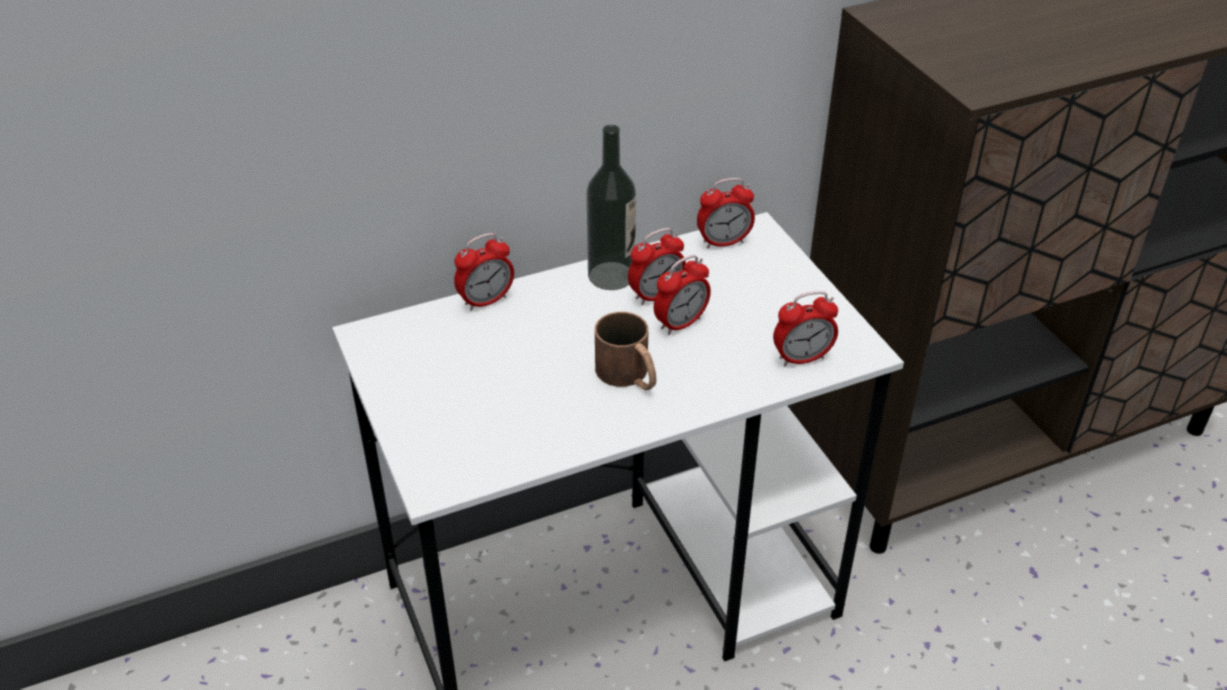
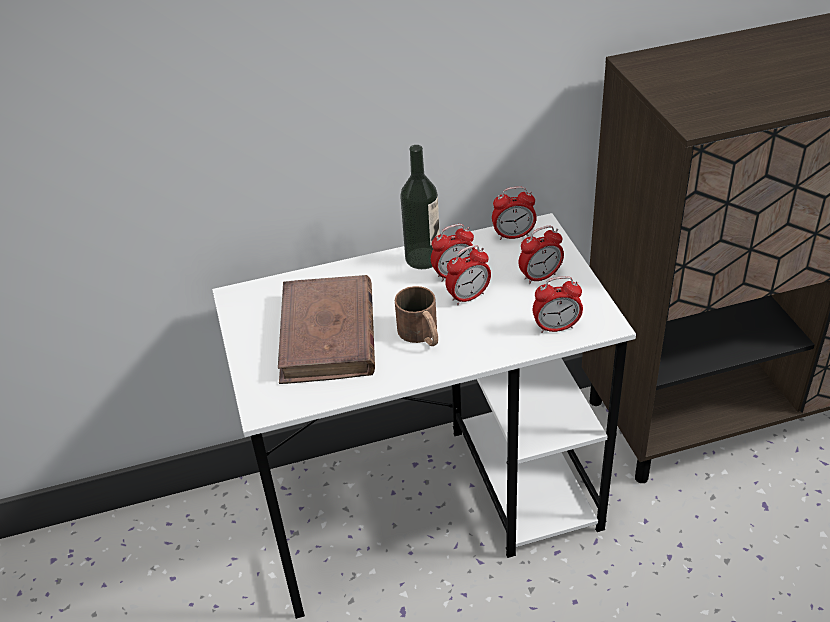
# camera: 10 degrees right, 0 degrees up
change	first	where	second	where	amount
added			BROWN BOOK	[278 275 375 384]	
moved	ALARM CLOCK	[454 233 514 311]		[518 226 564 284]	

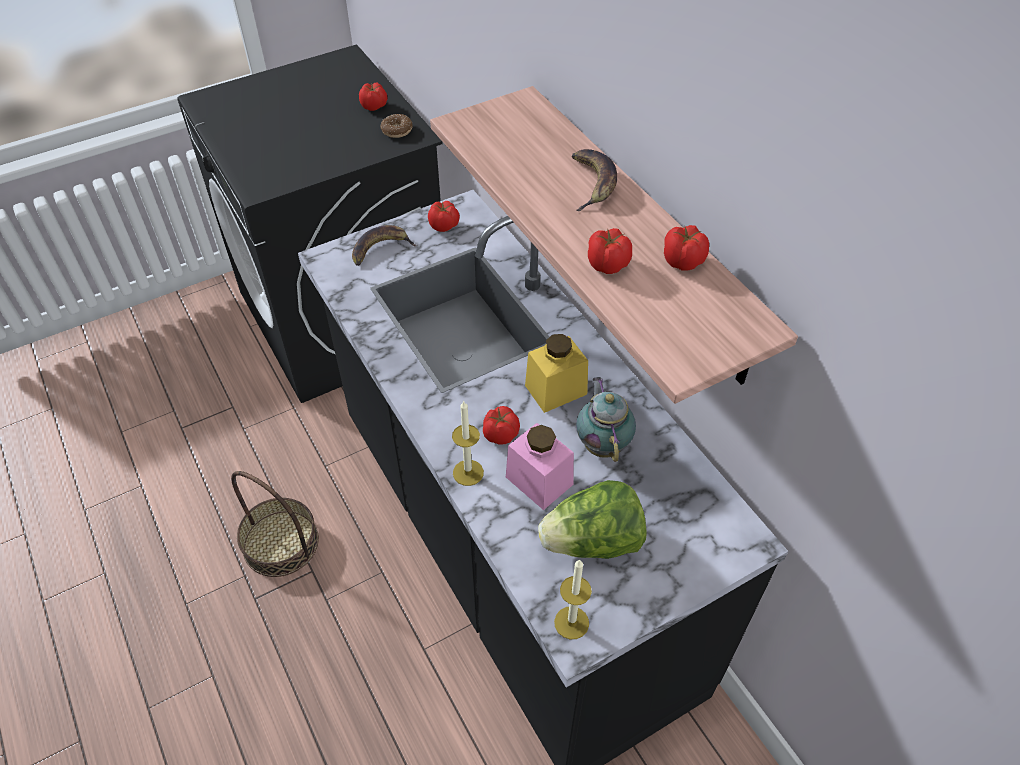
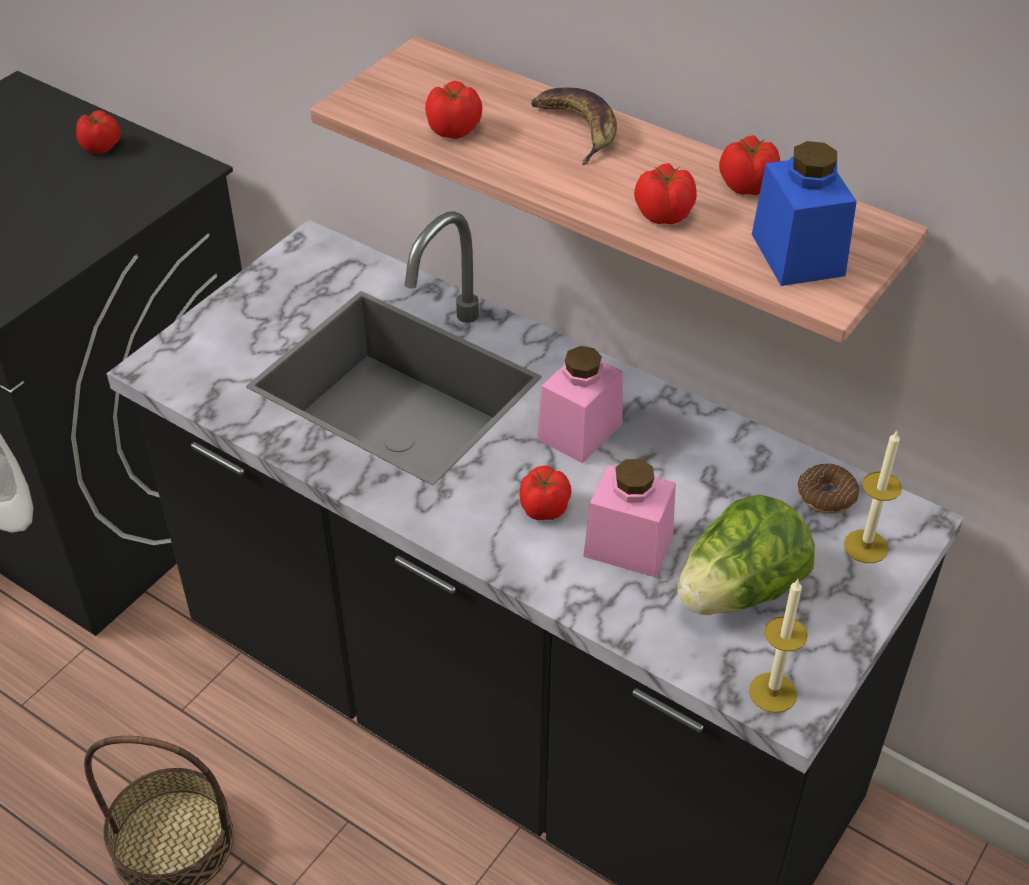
# camera: 25 degrees left, 5 degrees down
change	first	where	second	where	amount
removed	WHOLE BANANA	[352 225 417 266]			
removed	TEA POT	[576 377 636 462]			
added			BLUE-COLOURED STORAGE JAR	[752 141 857 286]	
moved	DOUGHNUT	[380 114 413 138]		[798 463 859 514]	
moved	TOMATO	[428 201 460 232]		[425 81 482 139]	
moved	WAX LIGHT	[452 400 484 486]		[844 430 902 563]	
recoloured	YELLOW-COLOURED STORAGE JAR	[525 334 588 413]	PINKISH STORAGE JAR	[537 346 623 464]	

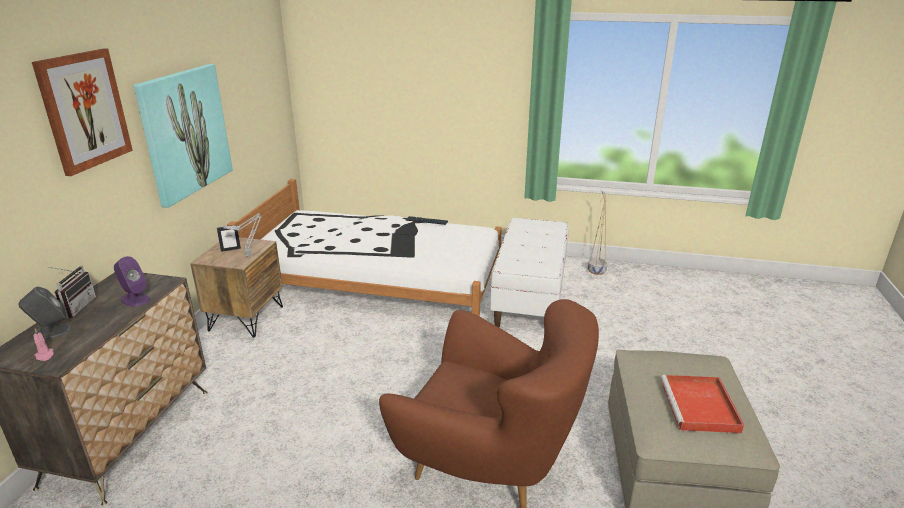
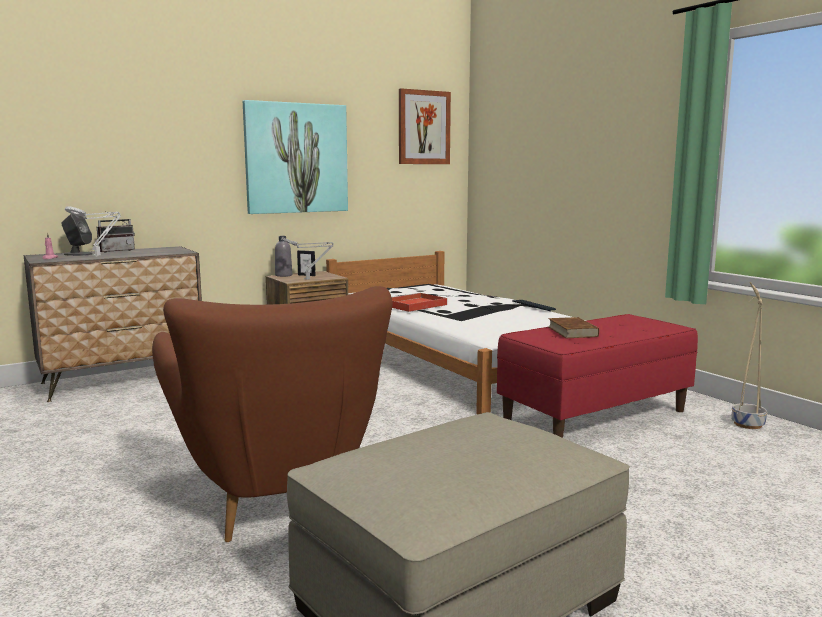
# camera: 45 degrees right, 15 degrees down
change	first	where	second	where	amount
removed	PURPLE AUDIO SPEAKER	[114 256 150 307]			
added			WHITE-COLOURED TABLETOP LAMP	[65 206 121 256]	
added			GREYISH BEVERAGE BOTTLE	[275 236 292 277]	
added			BROWN BOOK	[548 317 599 338]	
moved	WALL ART	[32 48 133 176]		[399 88 451 164]	
moved	RED SERVING TRAY	[661 375 744 433]		[392 293 447 312]	
recoloured	WHITE-COLOURED BENCH	[490 218 569 327]	RED BENCH	[497 314 698 438]	

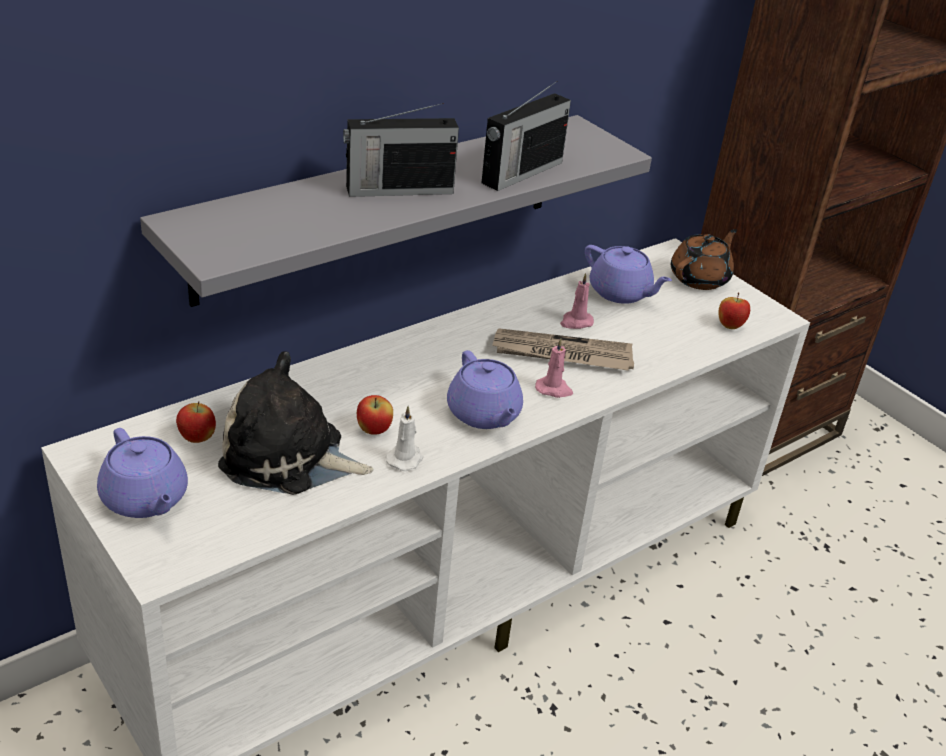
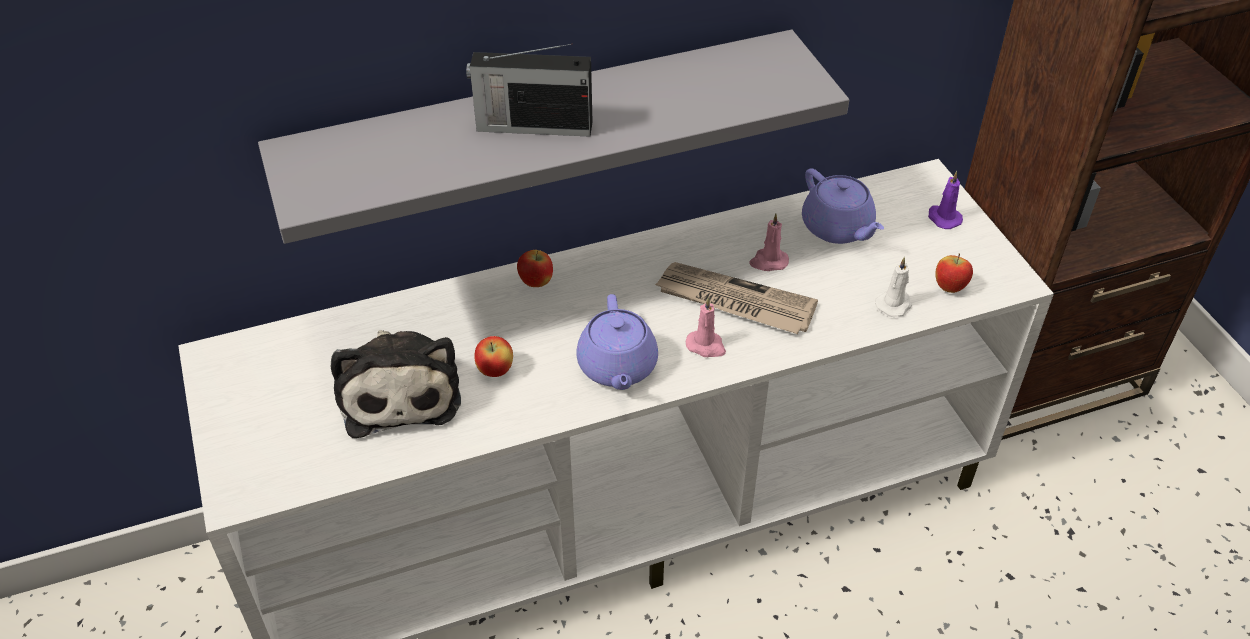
# camera: 20 degrees right, 10 degrees up
change	first	where	second	where	amount
removed	PURPLE TEA POT	[97 428 188 518]			
removed	RADIO RECEIVER	[481 81 571 191]			
moved	APPLE FRUIT	[176 401 216 443]		[517 250 553 287]	
moved	WHITE-COLOURED WAX LIGHT	[385 406 423 471]		[875 257 912 317]	
replaced	BROWN TEA POT	[671 229 737 290]	PURPLE WAX LIGHT	[928 171 963 229]	
turned	SOFT TOY	[218 351 373 495]		[331 330 461 438]	135 degrees counterclockwise

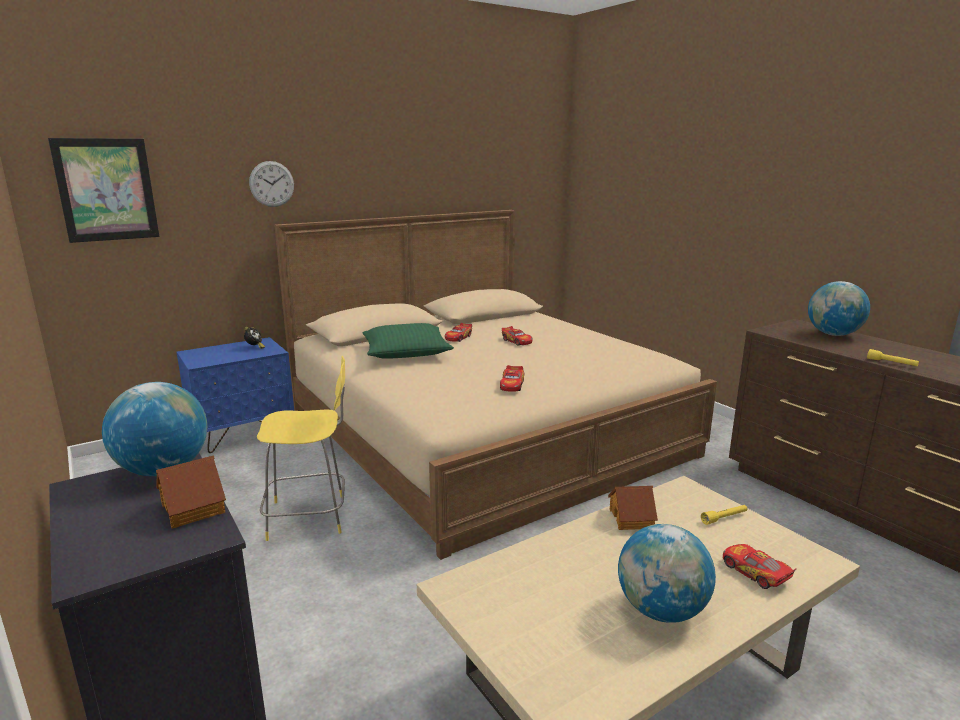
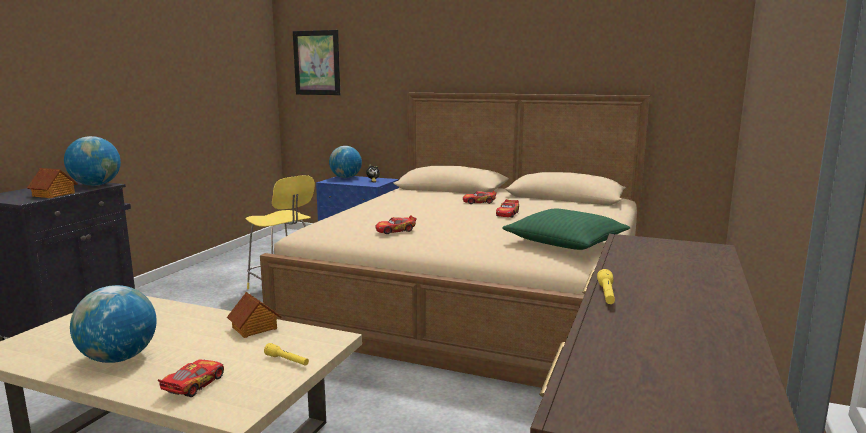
# camera: 55 degrees right, 5 degrees down
change	first	where	second	where	amount
removed	HANGING CLOCK	[249 161 294 207]			
moved	GREEN THROW PILLOW	[362 323 454 359]		[502 209 631 250]	
moved	DESK GLOBE	[808 281 870 336]		[329 146 362 178]	

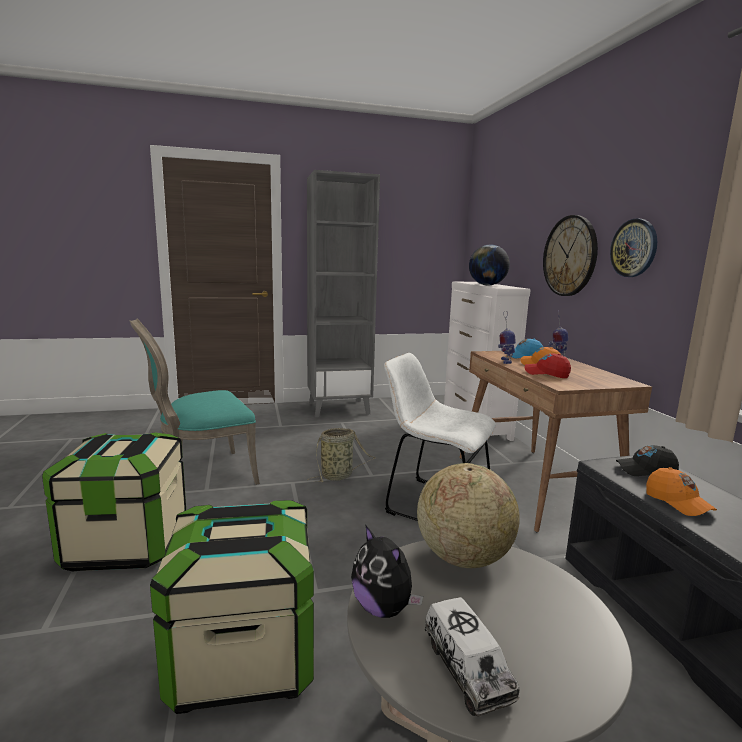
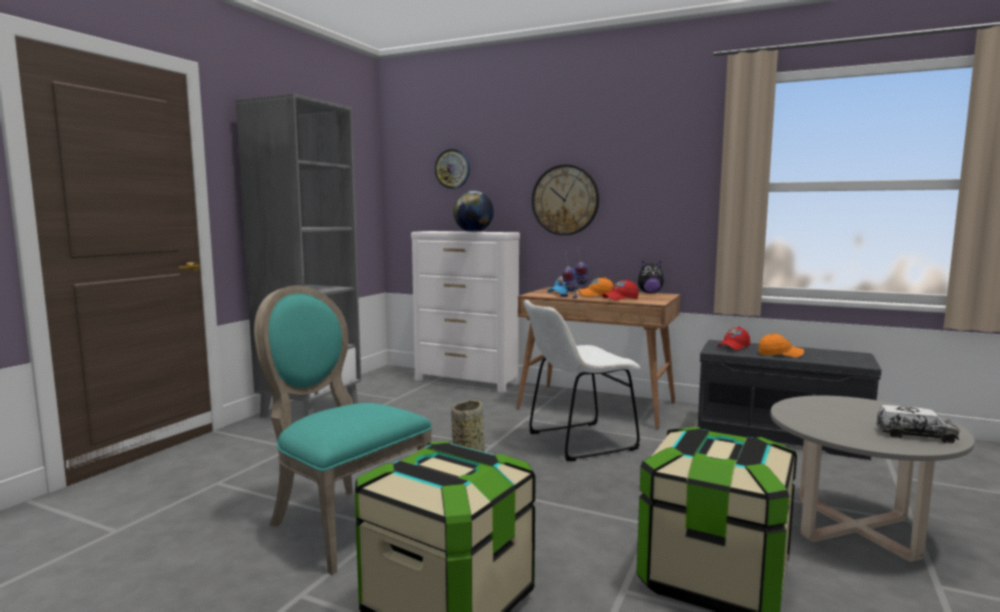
# camera: 50 degrees left, 5 degrees down
change	first	where	second	where	amount
removed	DESK GLOBE	[417 463 520 568]			
moved	SOFT TOY	[351 526 423 618]		[638 261 664 293]	
moved	HANGING CLOCK	[610 219 657 277]		[434 149 470 189]	
recoloured	BLACKISH PEAKED CAP	[616 445 679 476]	RED PEAKED CAP	[717 327 750 351]	
turned	TURQUOISE PLAIN CHAIR	[129 318 260 485]		[254 285 432 575]	120 degrees clockwise

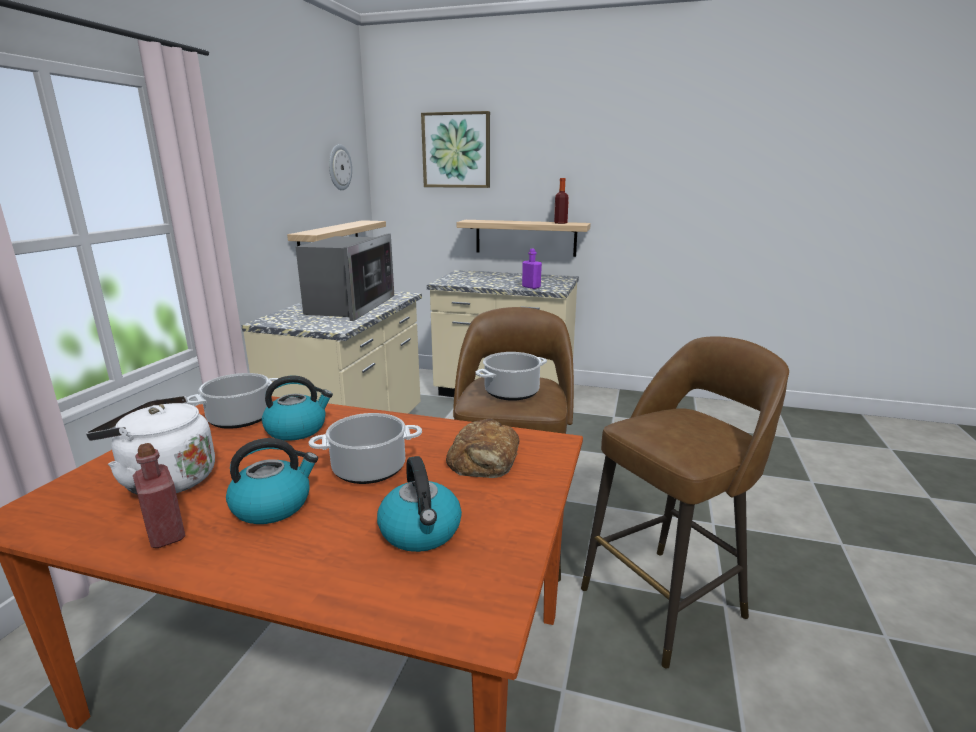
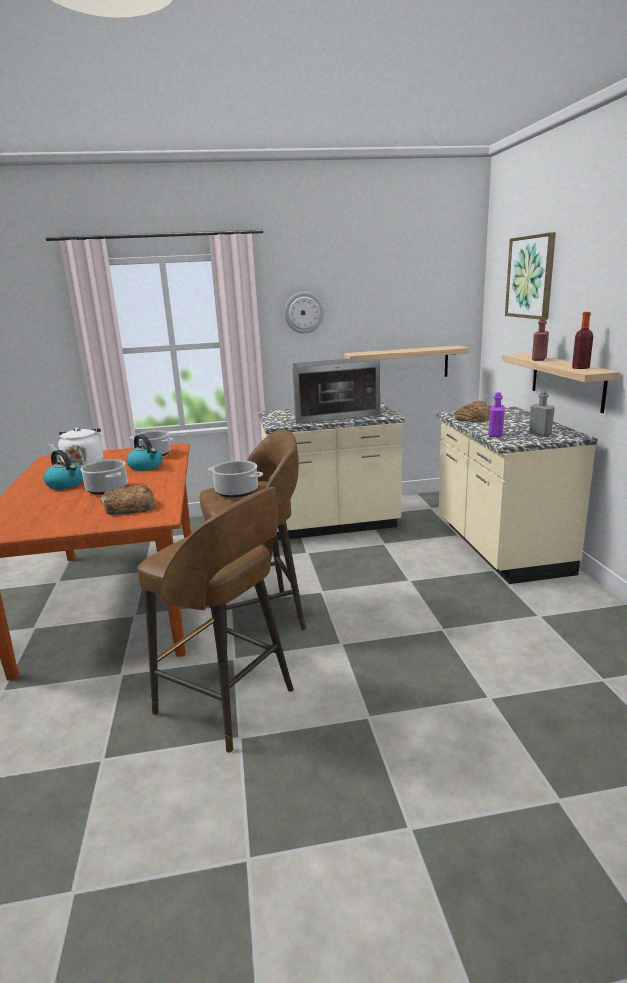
# camera: 65 degrees right, 0 degrees up
change	first	where	second	where	amount
removed	WATER KETTLE	[377 456 462 552]			
added			BAKED BREAD	[455 401 491 422]	
added			GREYISH BEVERAGE BOTTLE	[529 391 555 436]	
moved	RED BEVERAGE BOTTLE	[133 443 186 548]		[532 318 549 361]	
moved	HANGING CLOCK	[329 144 352 190]		[284 292 324 334]	

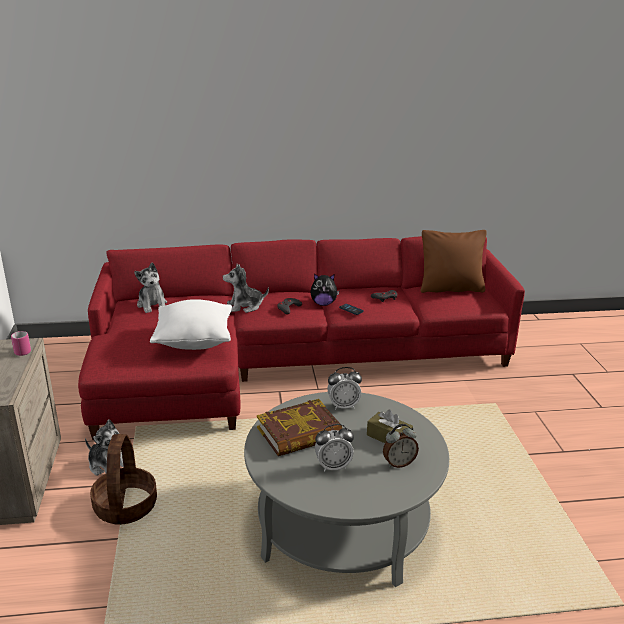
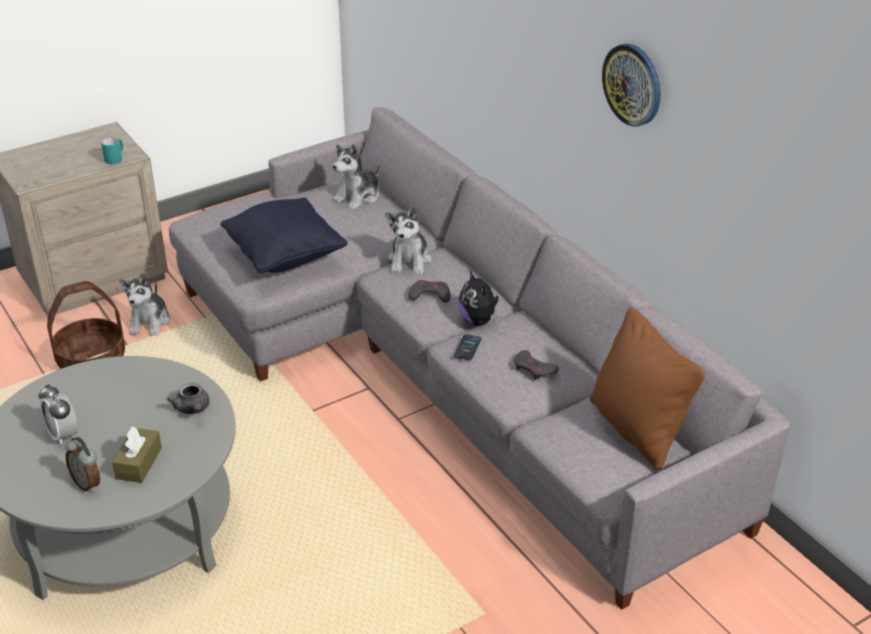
# camera: 65 degrees right, 10 degrees up
change	first	where	second	where	amount
removed	BOOK	[257 399 342 456]			
added			HANGING CLOCK	[602 43 661 127]	
replaced	ALARM CLOCK	[327 367 362 410]	GREYISH TEA POT	[167 383 210 414]	
recoloured	PINKISH MUG	[11 331 31 356]	TURQUOISE MUG	[101 137 123 164]	
recoloured	RED SETTEE	[78 236 525 440]	GREYISH SETTEE	[169 107 790 609]	
recoloured	WHITE-COLOURED THROW PILLOW	[150 299 232 350]	BLACKISH THROW PILLOW	[220 197 348 273]	
turned	SOFT TOY	[222 264 269 313]		[385 206 431 275]	135 degrees counterclockwise

